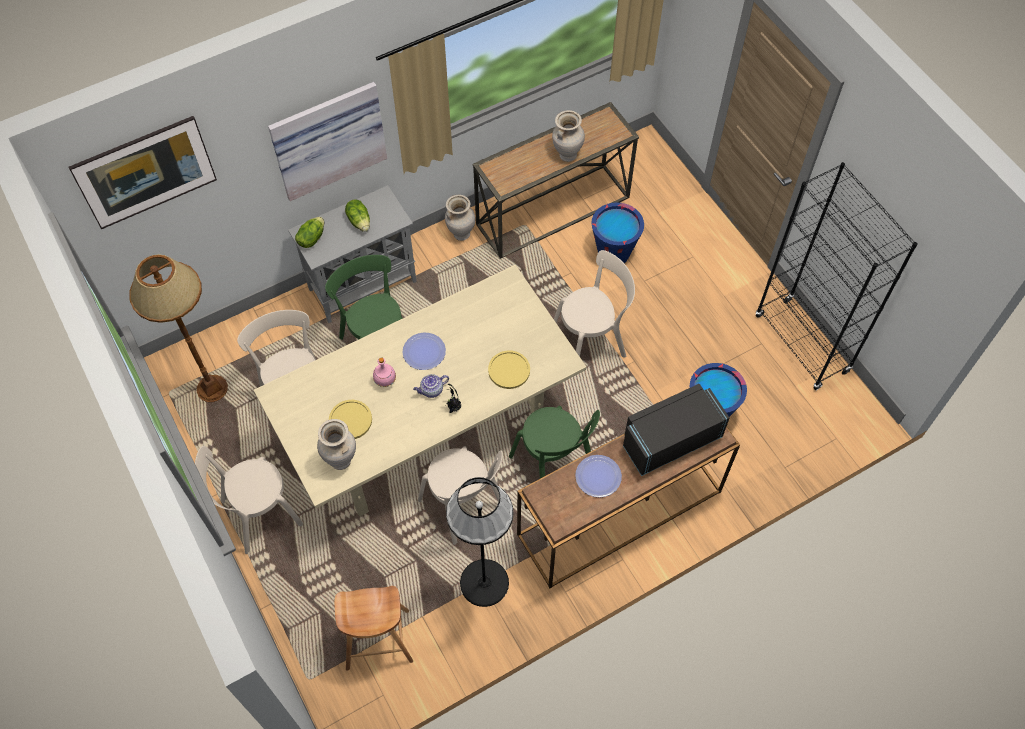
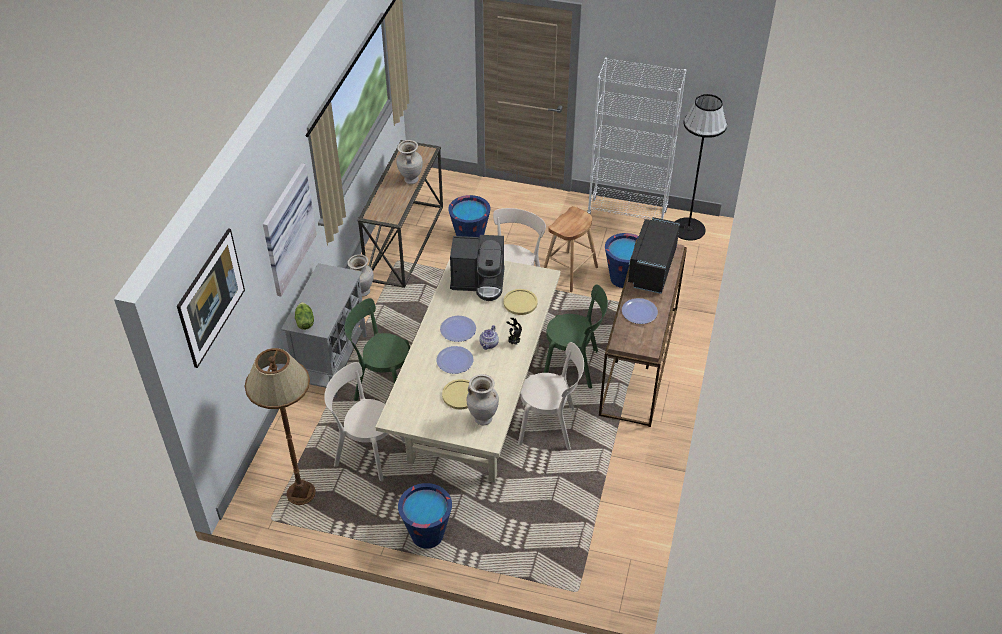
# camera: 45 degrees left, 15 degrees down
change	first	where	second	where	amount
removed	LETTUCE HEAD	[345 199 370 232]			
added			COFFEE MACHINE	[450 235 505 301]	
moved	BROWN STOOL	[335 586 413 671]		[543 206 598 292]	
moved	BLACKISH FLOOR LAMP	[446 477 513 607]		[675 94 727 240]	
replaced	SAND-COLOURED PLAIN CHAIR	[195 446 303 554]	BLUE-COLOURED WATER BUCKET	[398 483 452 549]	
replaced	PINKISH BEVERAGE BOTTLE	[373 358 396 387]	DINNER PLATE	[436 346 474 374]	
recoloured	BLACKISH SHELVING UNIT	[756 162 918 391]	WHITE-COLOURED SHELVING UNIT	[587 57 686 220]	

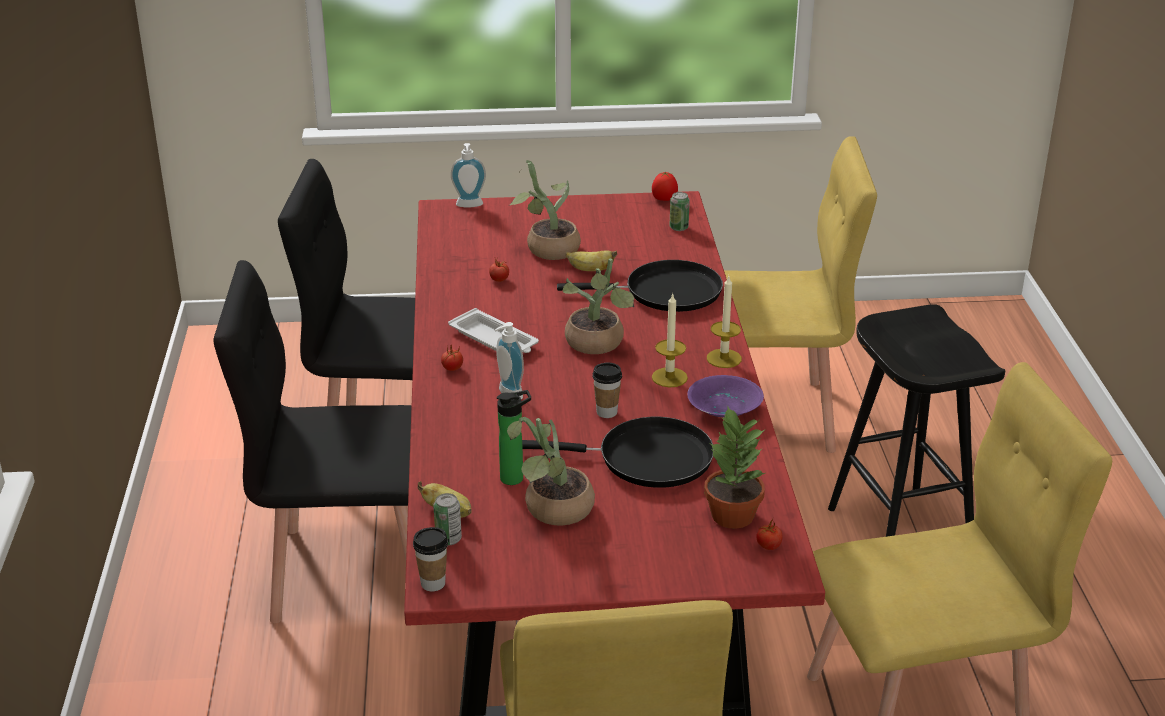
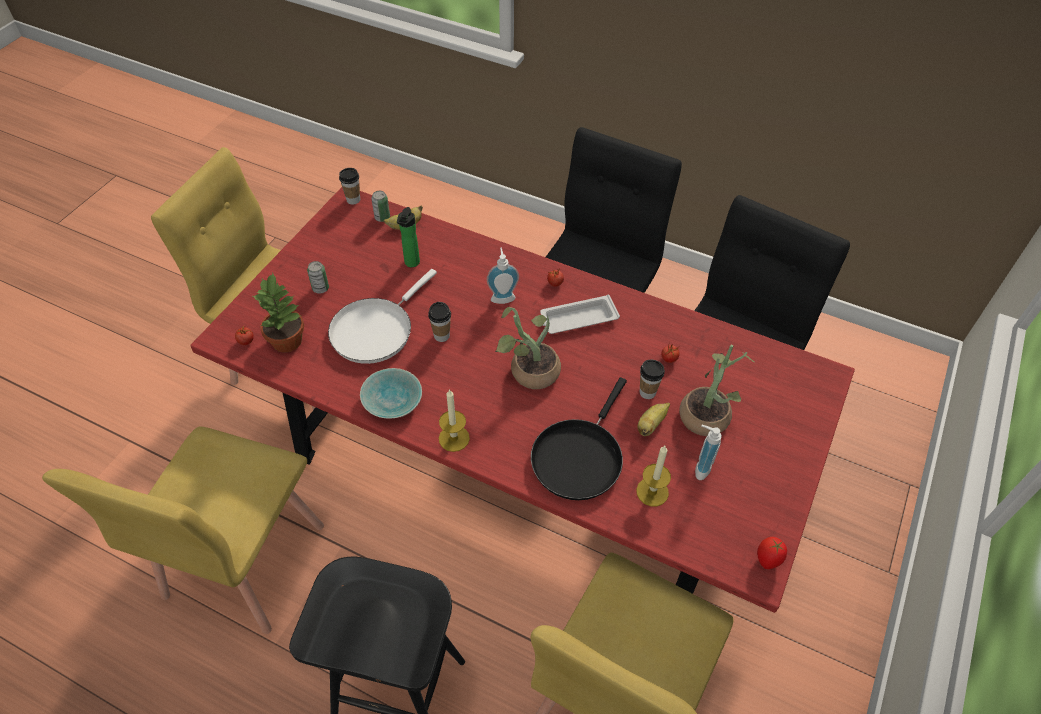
# camera: 120 degrees right, 20 degrees up
change	first	where	second	where	amount
removed	PLANT IN A POT	[507 417 595 526]			
added			CUP	[640 360 665 399]	
moved	LIQUID SOAP BOTTLE	[451 143 486 208]		[695 425 722 480]	
moved	WAX LIGHT	[652 293 688 388]		[636 446 671 506]	
moved	METAL CAN	[669 192 690 231]		[307 261 329 294]	
recoloured	BLACKISH FRYING PAN	[522 417 714 488]	WHITE-COLOURED FRYING PAN	[328 269 437 364]	
recoloured	PURPLE BOWL	[687 375 764 418]	TURQUOISE BOWL	[360 368 422 419]	

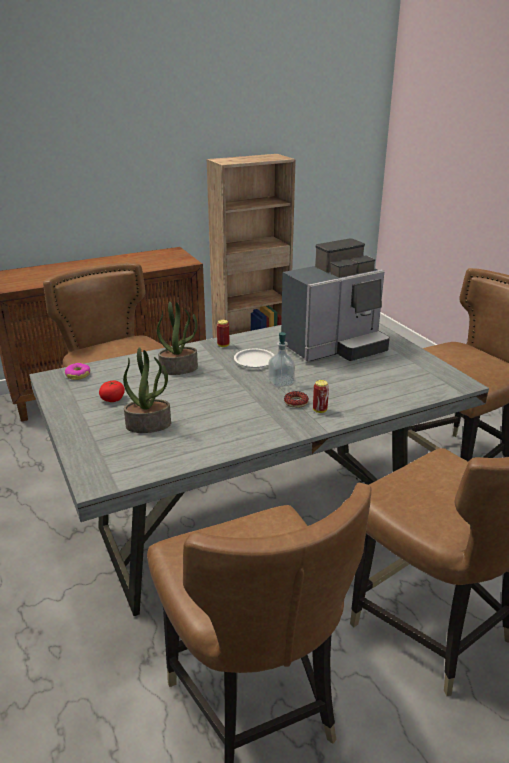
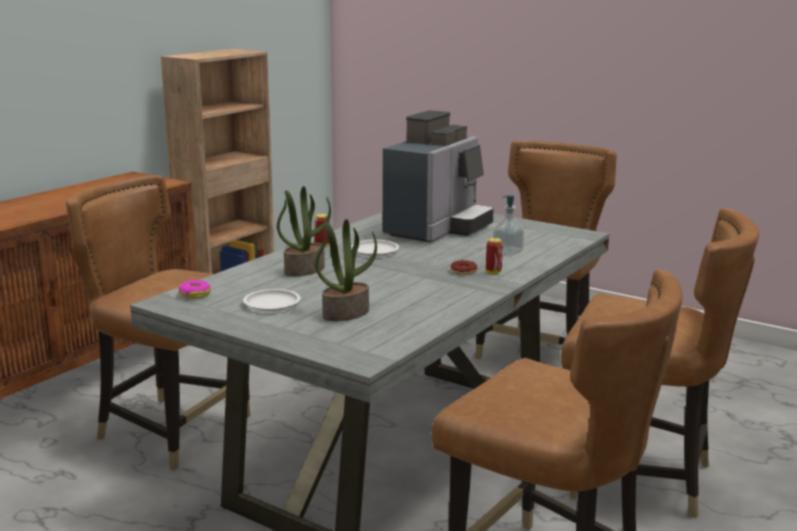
# camera: 30 degrees left, 10 degrees down
change	first	where	second	where	amount
moved	LIQUID SOAP BOTTLE	[268 332 295 388]		[493 195 524 256]	
replaced	TOMATO	[99 381 125 402]	WHITE-COLOURED DINNER PLATE	[243 289 301 311]	

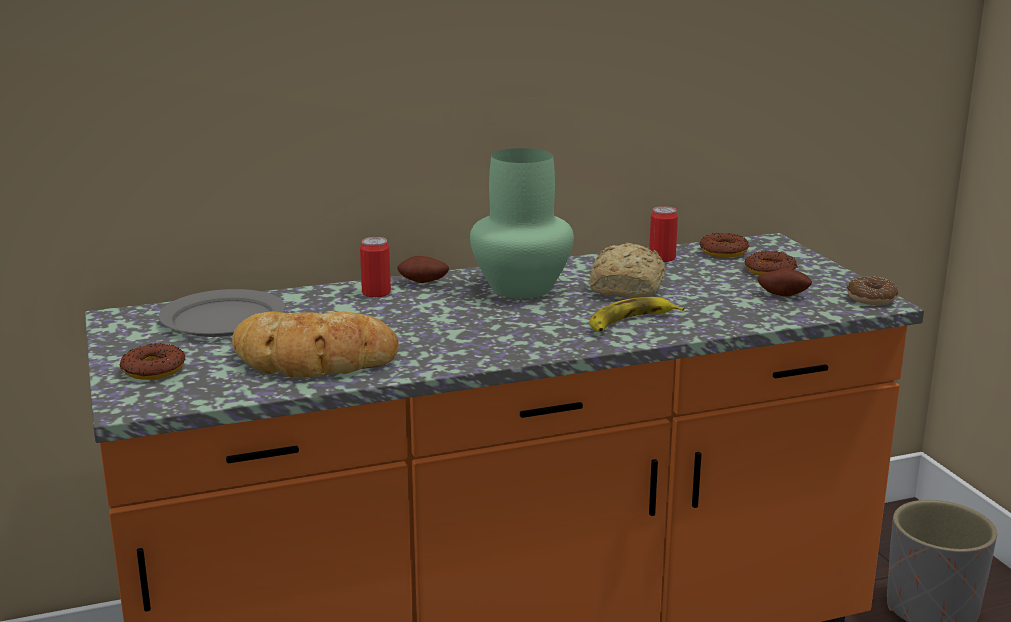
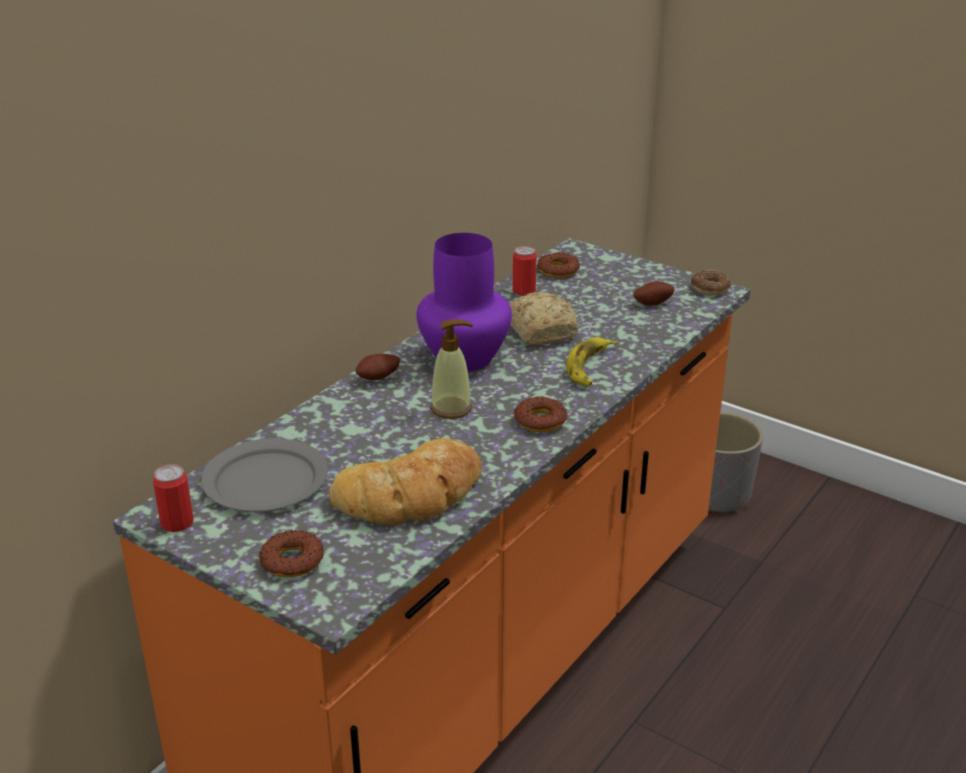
# camera: 35 degrees left, 10 degrees up
change	first	where	second	where	amount
added			LIQUID SOAP BOTTLE	[430 320 473 419]	
moved	METAL CAN	[360 237 391 297]		[153 464 194 532]	
moved	DOUGHNUT	[745 251 798 275]		[514 396 568 432]	
recoloured	GREEN VASE	[470 148 574 299]	PURPLE VASE	[417 233 512 372]	

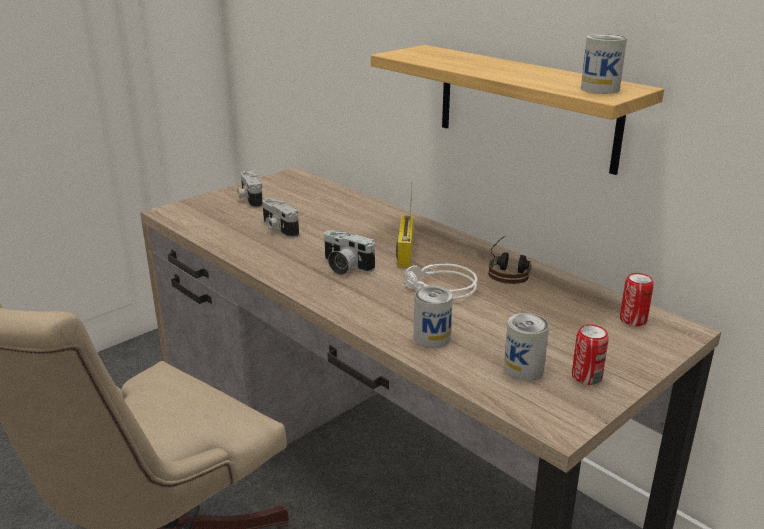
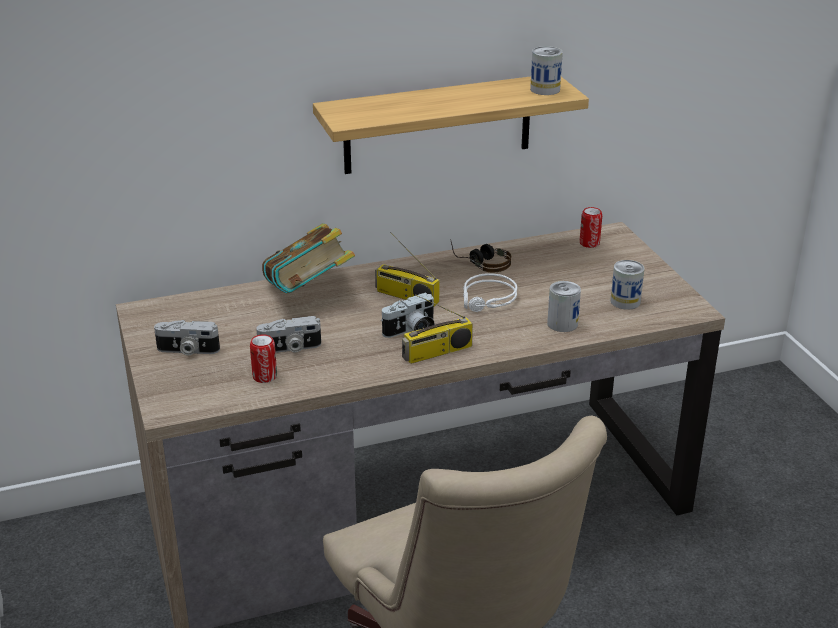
# camera: 65 degrees left, 5 degrees up
change	first	where	second	where	amount
added			BOOK	[262 223 355 293]	
added			RADIO RECEIVER	[402 294 473 364]	
moved	METAL CAN	[572 325 608 385]		[250 334 277 383]	

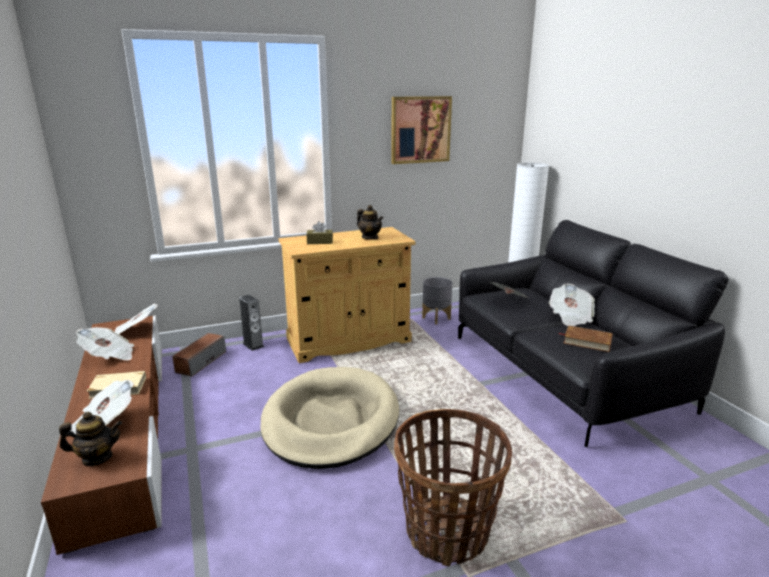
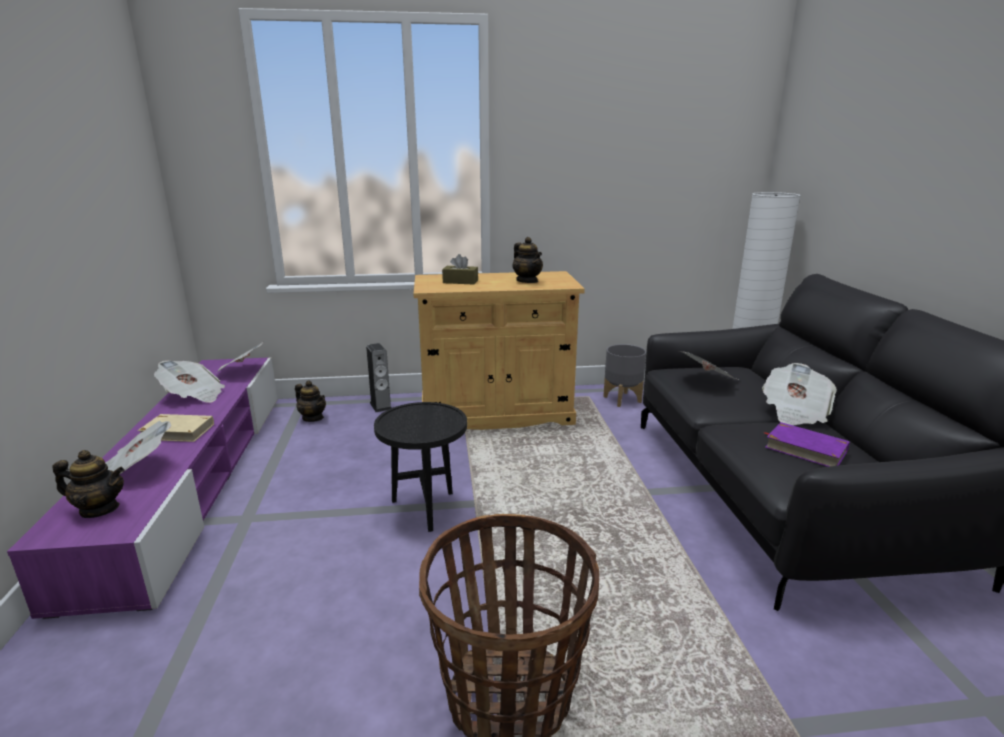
# camera: 15 degrees right, 0 degrees up
change	first	where	second	where	amount
removed	WALL ART	[391 96 452 164]			
replaced	AUDIO SPEAKER	[172 333 226 377]	TEA POT	[295 381 326 422]	
replaced	SAND-COLOURED PET BED	[260 367 399 469]	BLACKISH SIDE TABLE	[374 402 467 532]	
recoloured	BROWN TV UNIT	[41 315 162 555]	PURPLE TV UNIT	[7 357 278 619]	
recoloured	BROWN BOOK	[559 325 613 352]	PURPLE BOOK	[764 422 850 467]	

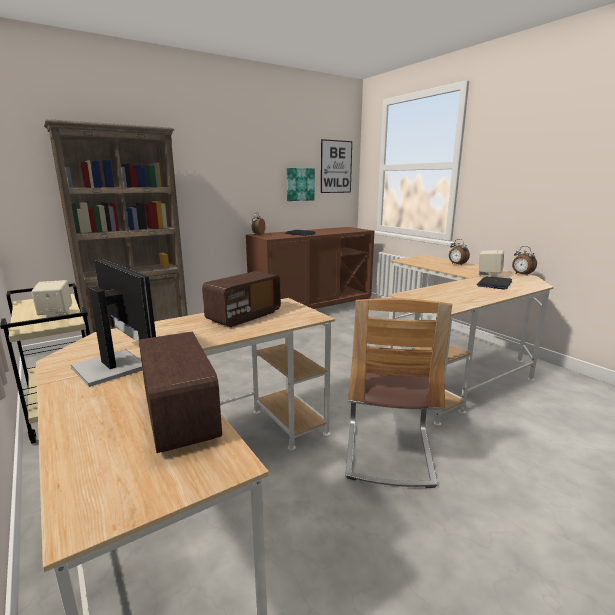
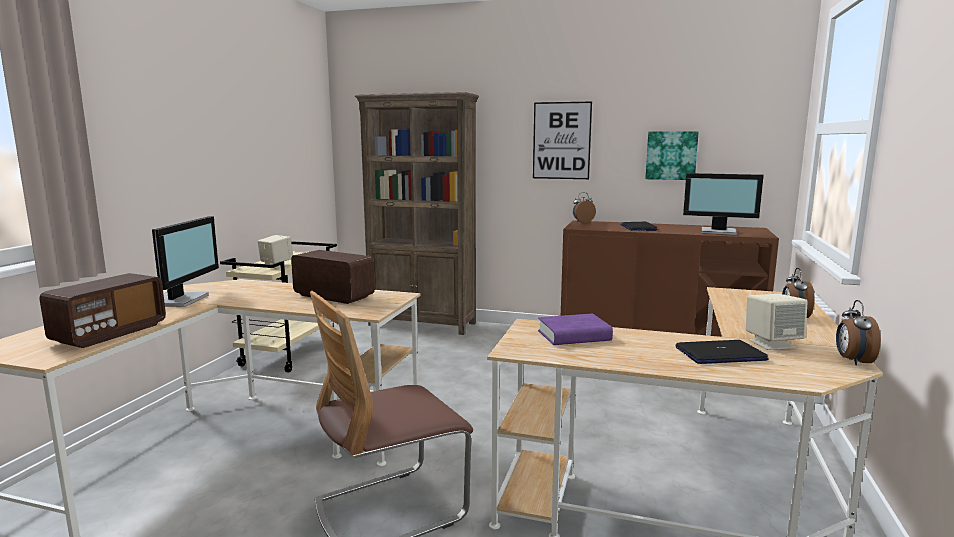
# camera: 50 degrees right, 5 degrees down
change	first	where	second	where	amount
added			PURPLE BOOK	[538 313 613 345]	
added			MONITOR	[683 173 764 235]	
moved	WALL ART	[321 139 352 193]		[533 102 592 179]	
turned	RADIO RECEIVER	[202 271 281 327]		[291 250 375 304]	150 degrees counterclockwise

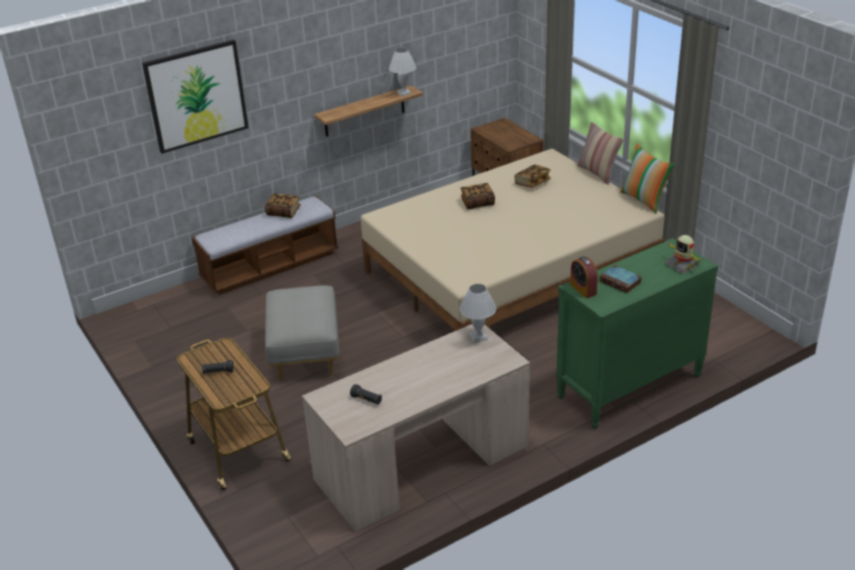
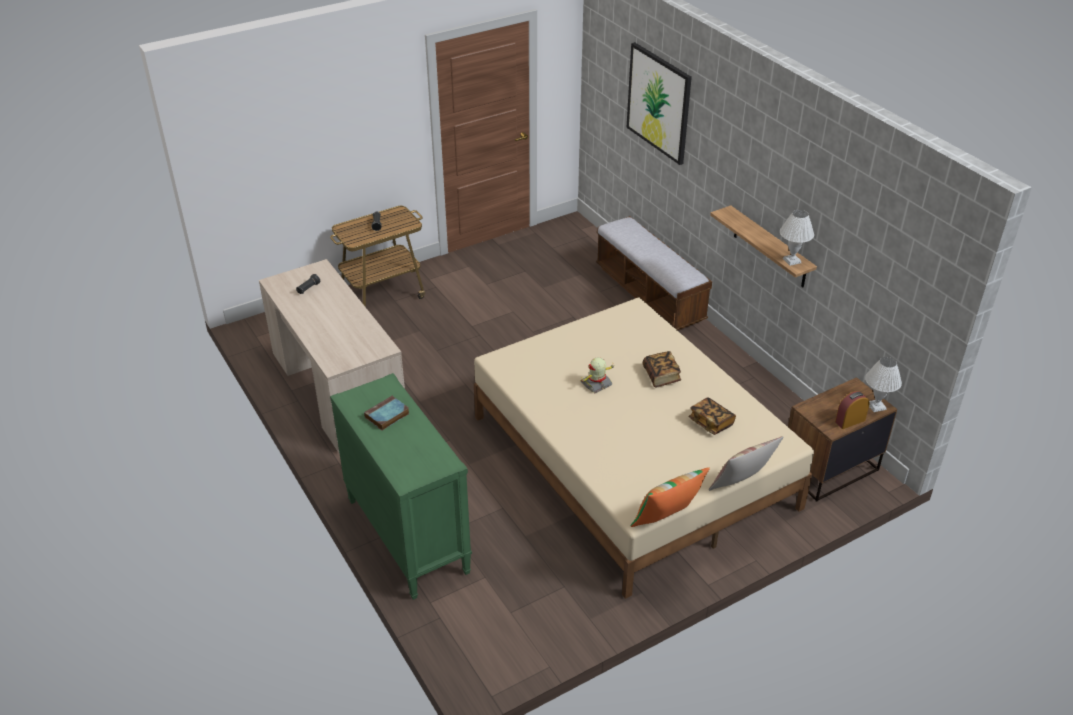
# camera: 90 degrees right, 5 degrees up
change	first	where	second	where	amount
removed	BOOK	[265 193 301 218]			
removed	GREYISH POUFFE	[265 285 339 381]			
moved	WHITE-COLOURED TABLETOP LAMP	[460 284 496 343]		[865 357 902 412]	
moved	ALARM CLOCK	[570 256 598 298]		[835 391 869 429]	
moved	MODEL ROBOT	[665 235 701 274]		[580 357 614 394]	

